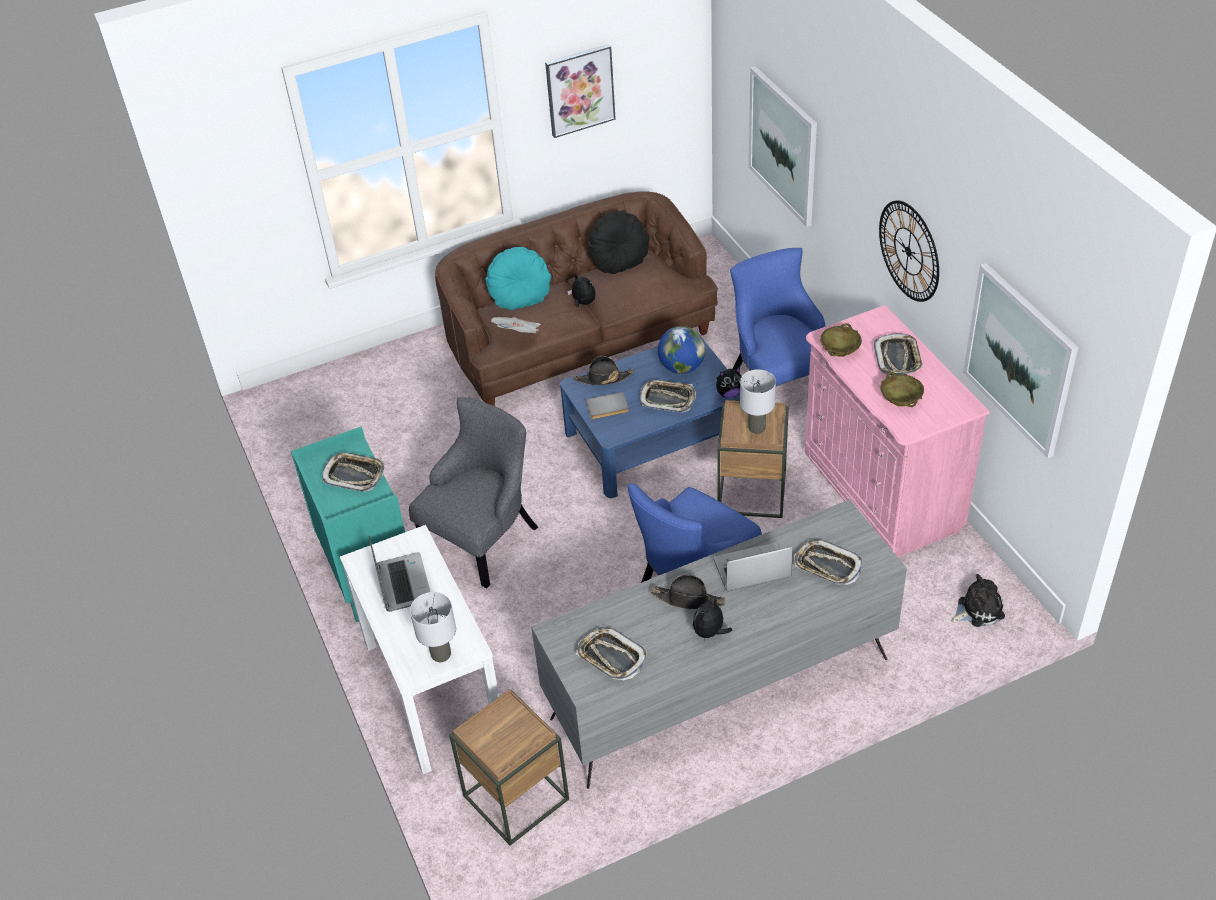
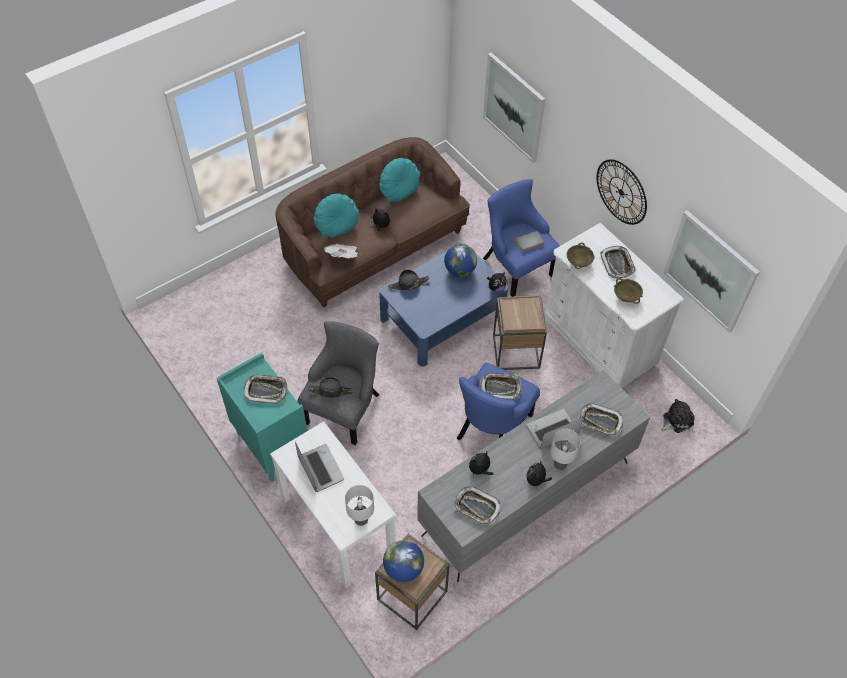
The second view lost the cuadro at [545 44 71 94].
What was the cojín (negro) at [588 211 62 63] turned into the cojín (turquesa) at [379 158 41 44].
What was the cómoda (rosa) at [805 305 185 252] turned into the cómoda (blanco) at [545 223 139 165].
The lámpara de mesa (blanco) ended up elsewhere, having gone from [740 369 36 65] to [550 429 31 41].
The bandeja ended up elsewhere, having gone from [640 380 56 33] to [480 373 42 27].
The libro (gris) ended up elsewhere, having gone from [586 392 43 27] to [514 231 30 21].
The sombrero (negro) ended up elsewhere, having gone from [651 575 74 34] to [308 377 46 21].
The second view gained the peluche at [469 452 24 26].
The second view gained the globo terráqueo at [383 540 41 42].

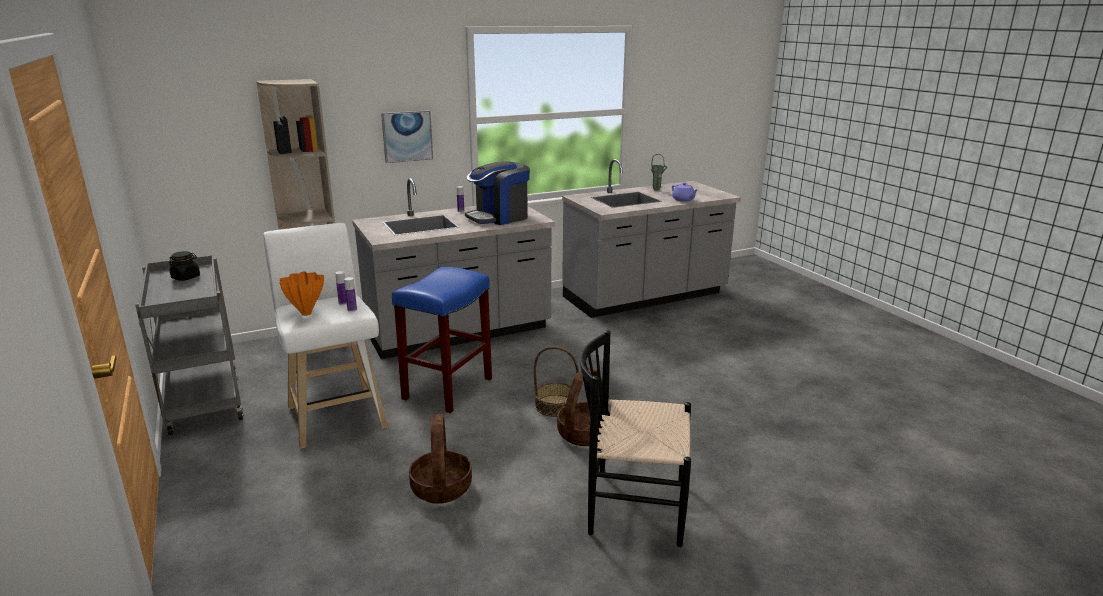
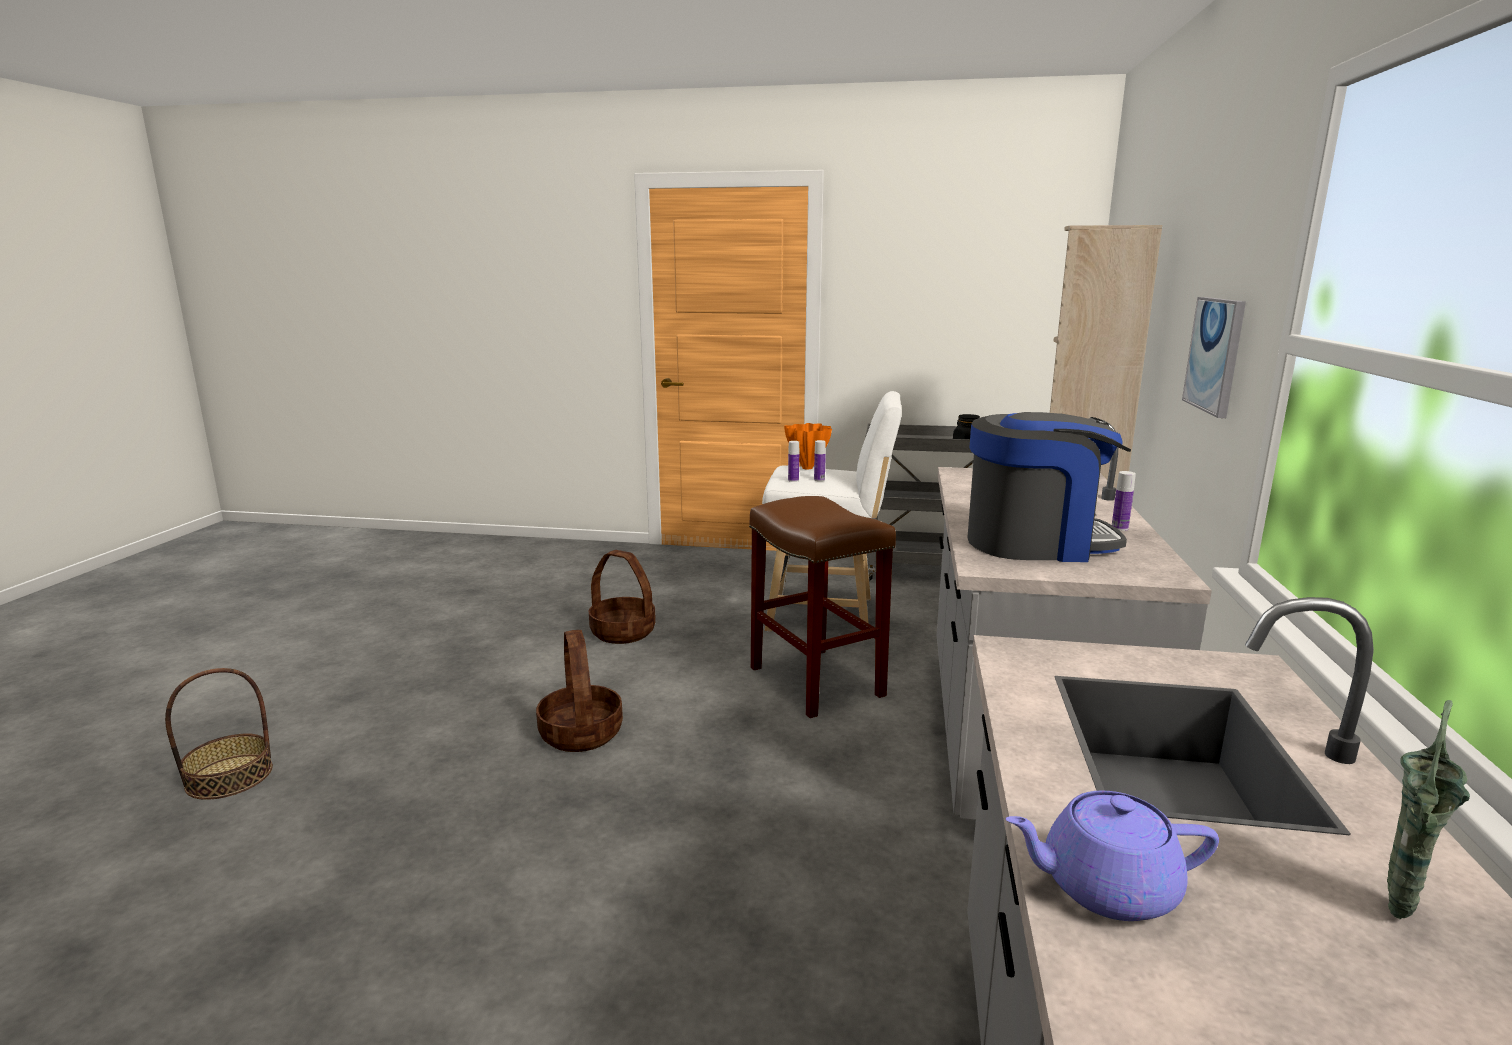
The cafetera at [465 161 65 64] ended up facing another way, 90 degrees clockwise from before.
What was the taburete (azul) at [392 267 100 146] turned into the taburete (marrón) at [749 496 147 222].
The second view lost the silla (negro) at [580 330 111 217].
The cesta ended up elsewhere, having gone from [534 347 45 70] to [165 668 108 132].

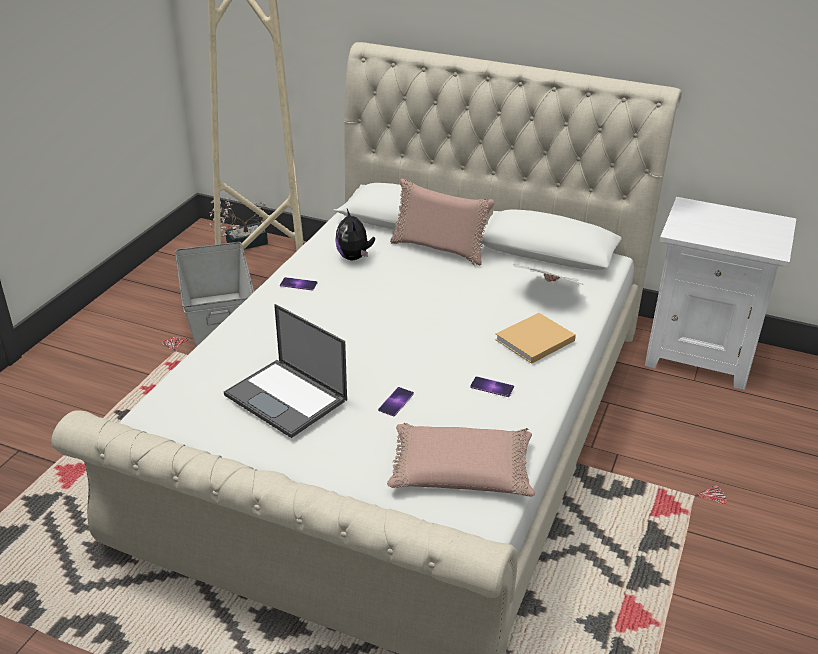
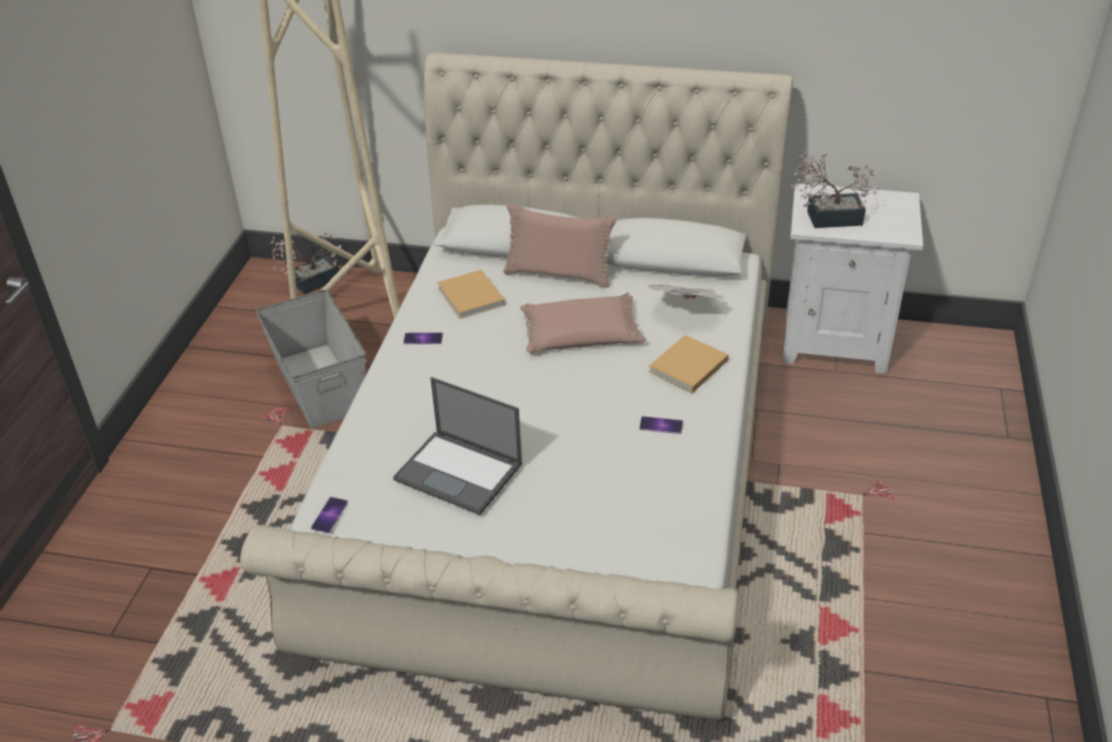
Where the peluche stood at [335 209 40 51], the libro (beis) came to stand at [437 270 68 49].
The móvil ended up elsewhere, having gone from [378 387 36 29] to [311 497 37 36].
The cojín (beis) ended up elsewhere, having gone from [387 423 148 74] to [520 292 126 61].
The second view gained the planta en maceta at [791 151 89 77].

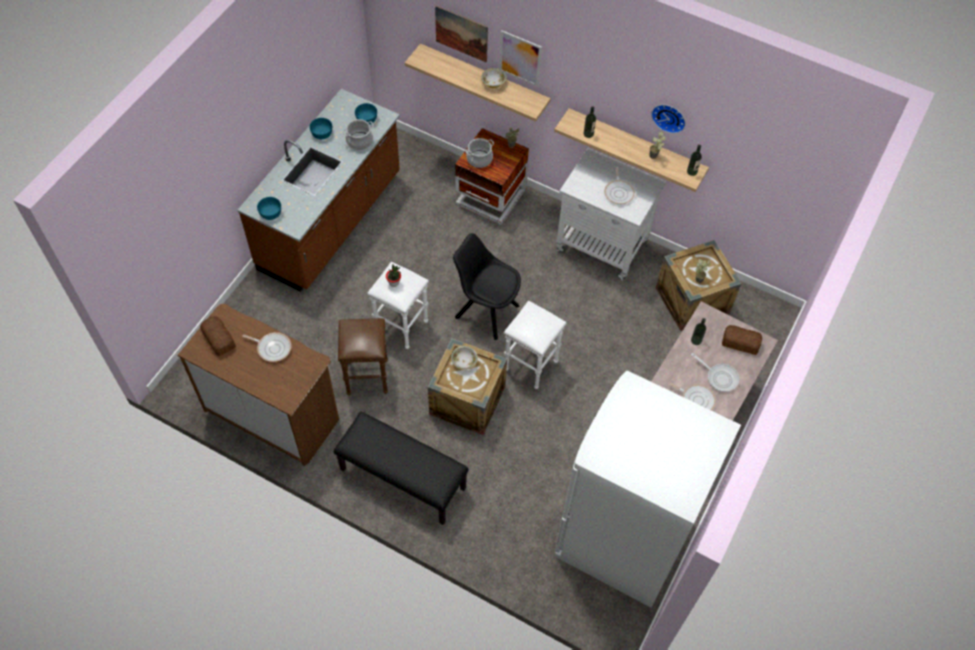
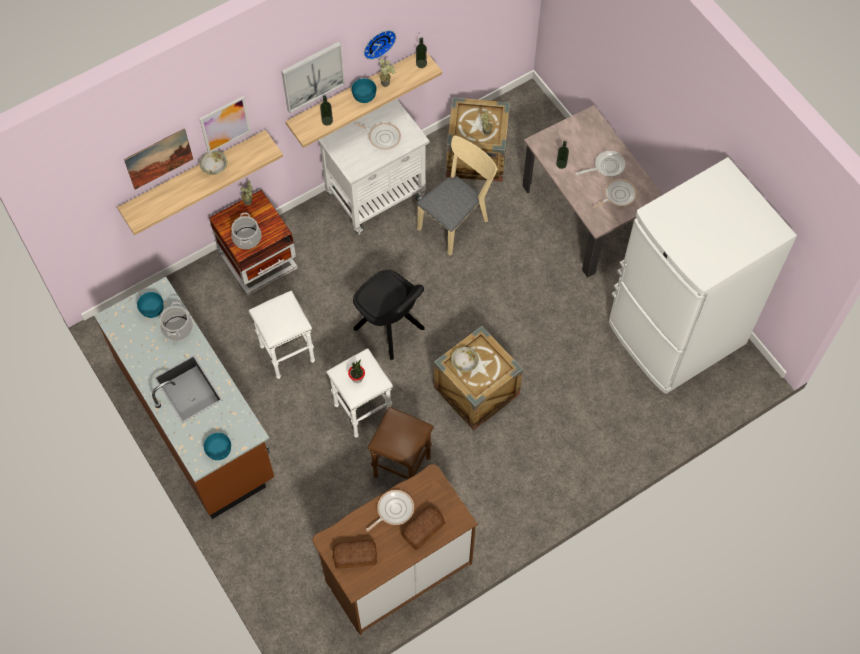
The cuenco (turquesa) ended up elsewhere, having gone from [310 118 22 21] to [351 78 26 25].
The silla (negro) at [453 233 68 107] ended up facing another way, 105 degrees counterclockwise from before.
The taburete (blanco) ended up elsewhere, having gone from [504 301 63 88] to [249 291 66 88].
The pan ended up elsewhere, having gone from [722 325 40 30] to [402 506 43 44].
The second view lost the banco (negro) at [334 411 134 114].
The second view gained the cuadro at [281 41 64 72].
The second view gained the silla (beis) at [417 136 81 119].

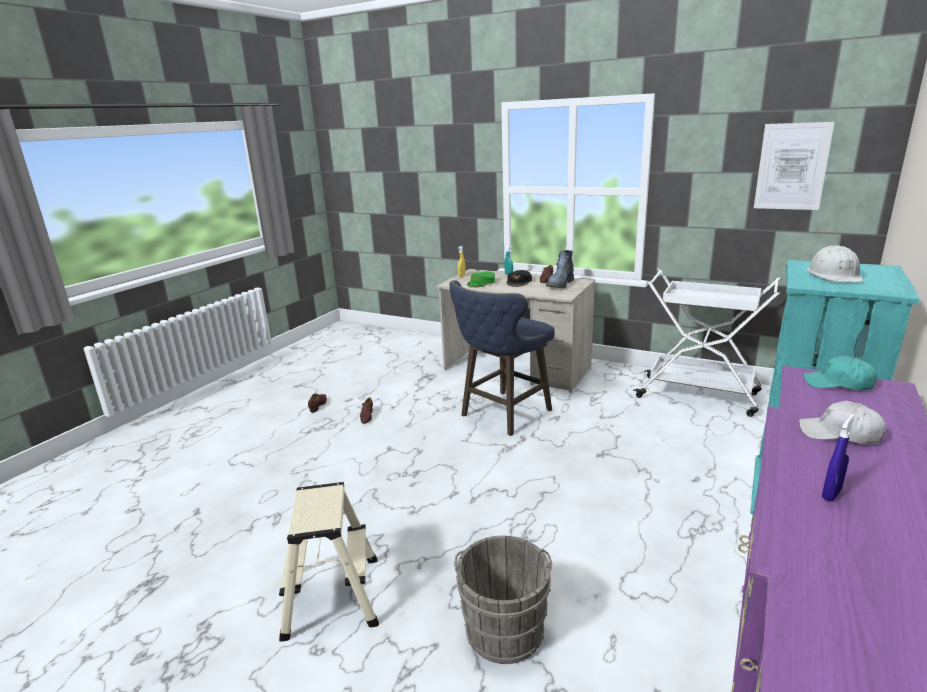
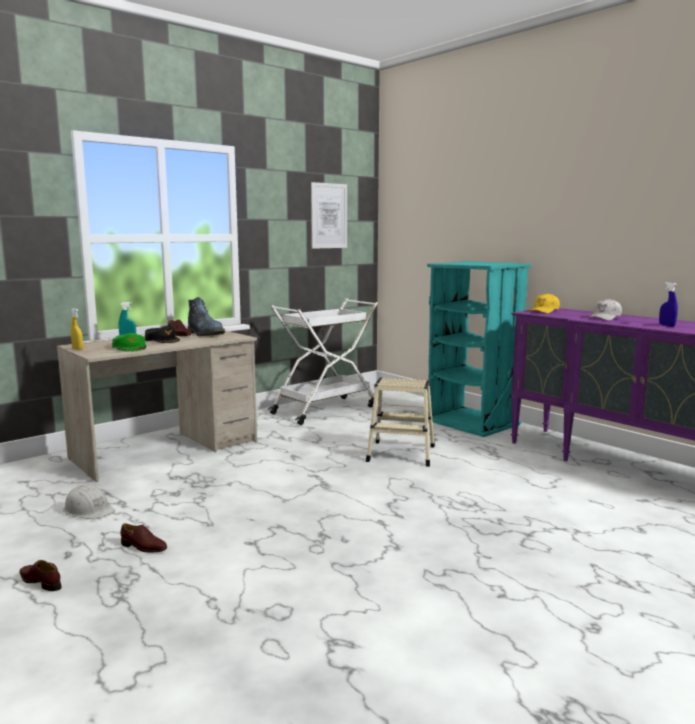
The casco (blanco) ended up elsewhere, having gone from [807 245 56 37] to [63 485 52 34].
The second view lost the taburete (azul) at [449 280 106 156].
What was the gorra (turquesa) at [803 355 74 35] turned into the gorra (amarillo) at [529 293 31 20].
The escalera de tijera (beis) ended up elsewhere, having gone from [279 482 100 160] to [366 378 69 89].
The second view lost the cubo (gris) at [454 536 98 128].

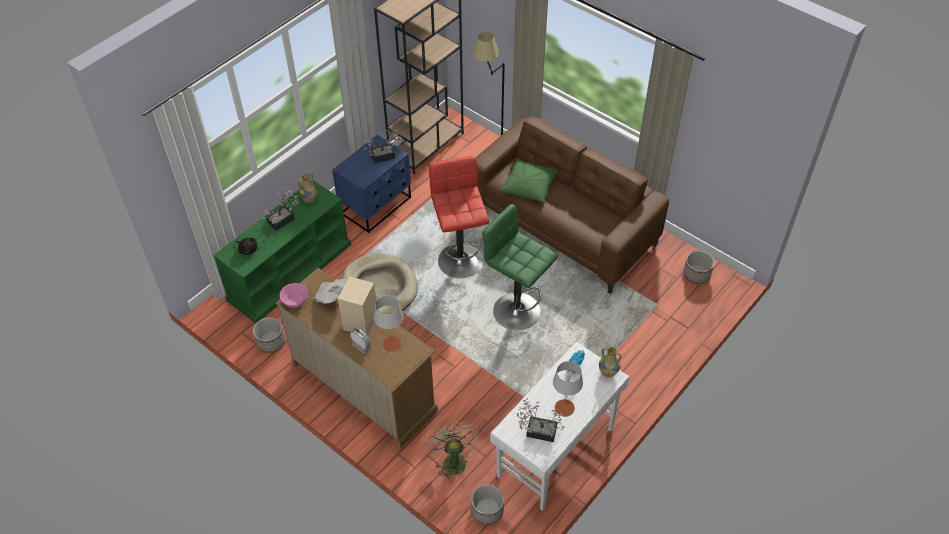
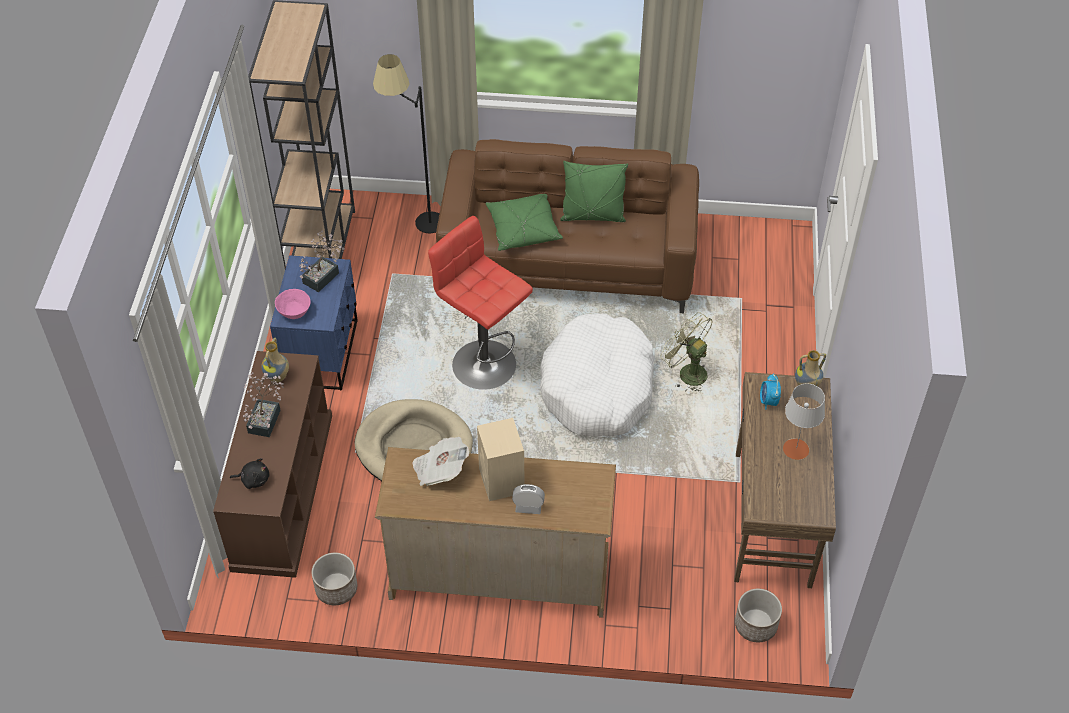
What was the mueble de televisión (verde) at [213 180 138 143] turned into the mueble de televisión (marrón) at [213 351 119 227].
Where the taburete (verde) stood at [482 204 76 126], the cama para perro (blanco) came to stand at [540 314 114 123].
The second view lost the maceta at [683 251 31 33].
The cuenco (rosa) ended up elsewhere, having gone from [280 283 28 25] to [275 289 36 30].
The second view lost the lámpara de mesa (gris) at [374 296 29 56].
What was the mesa consola (blanco) at [490 342 140 169] turned into the mesa consola (marrón) at [734 372 102 216].
The second view lost the planta en maceta at [517 398 48 44].
The ventilador (verde) ended up elsewhere, having gone from [427 422 52 60] to [661 312 52 79].
The second view gained the cojín (verde) at [560 161 68 61].

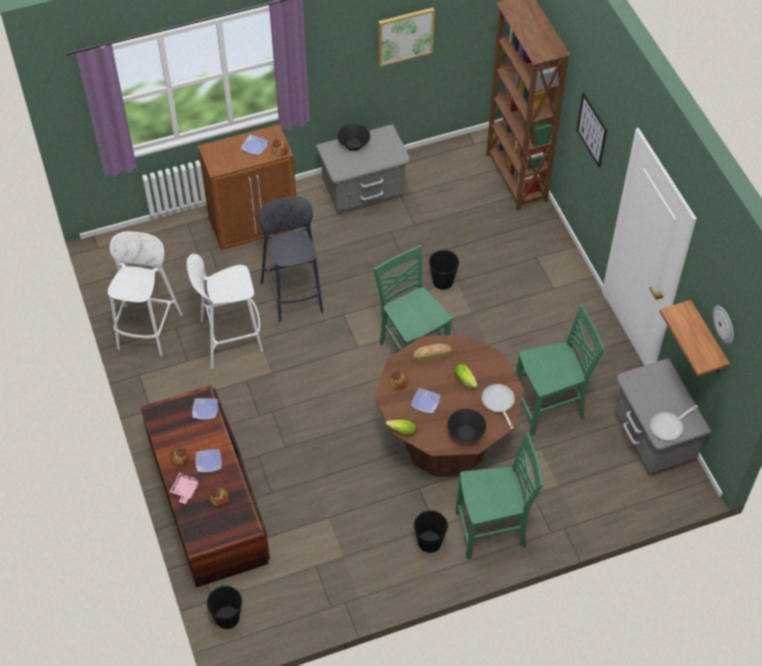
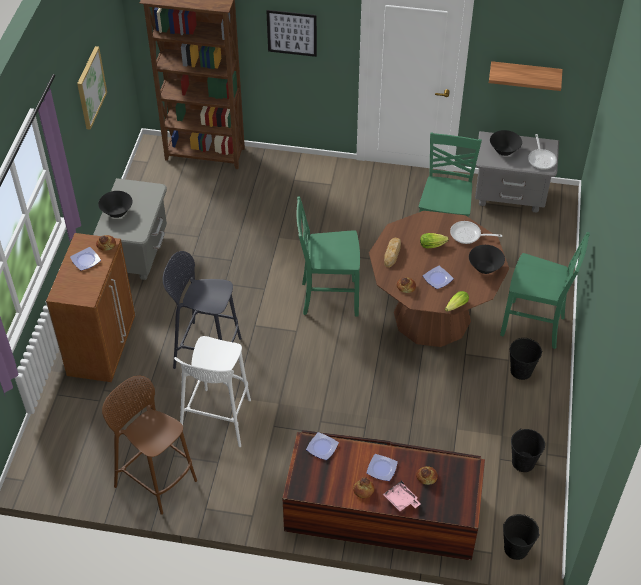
What was the taburete (blanco) at [108 231 75 125] turned into the taburete (marrón) at [102 376 95 139].
The cubo (negro) ended up elsewhere, having gone from [429 250 30 40] to [511 428 34 44].
The second view lost the reloj de pared at [713 305 21 39].
The silla (verde) at [456 432 87 127] ended up facing another way, 90 degrees clockwise from before.
The second view gained the cuenco (negro) at [490 130 32 26].

